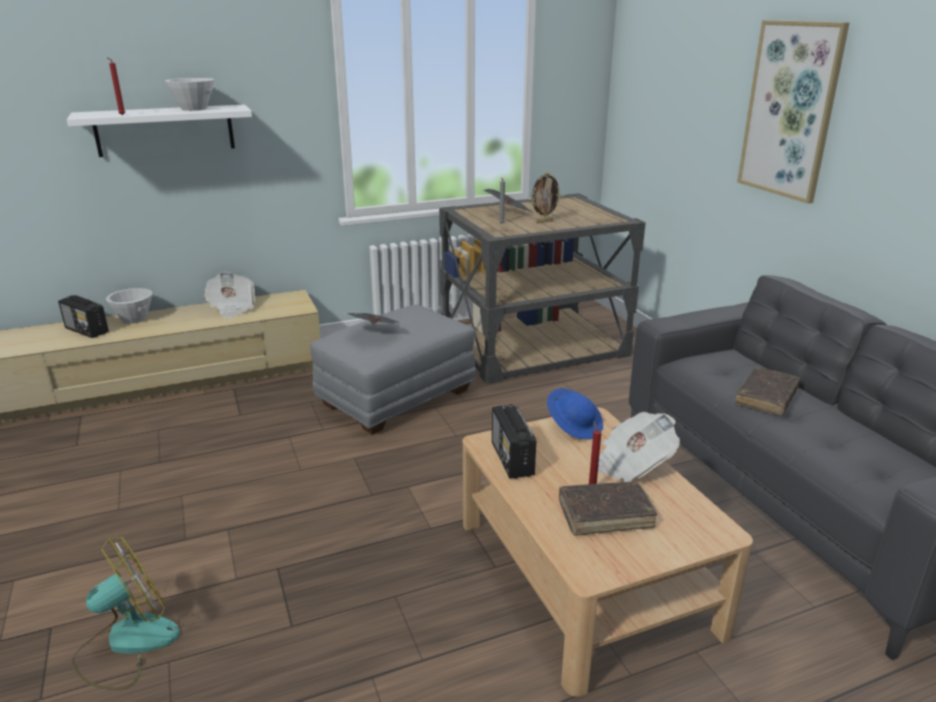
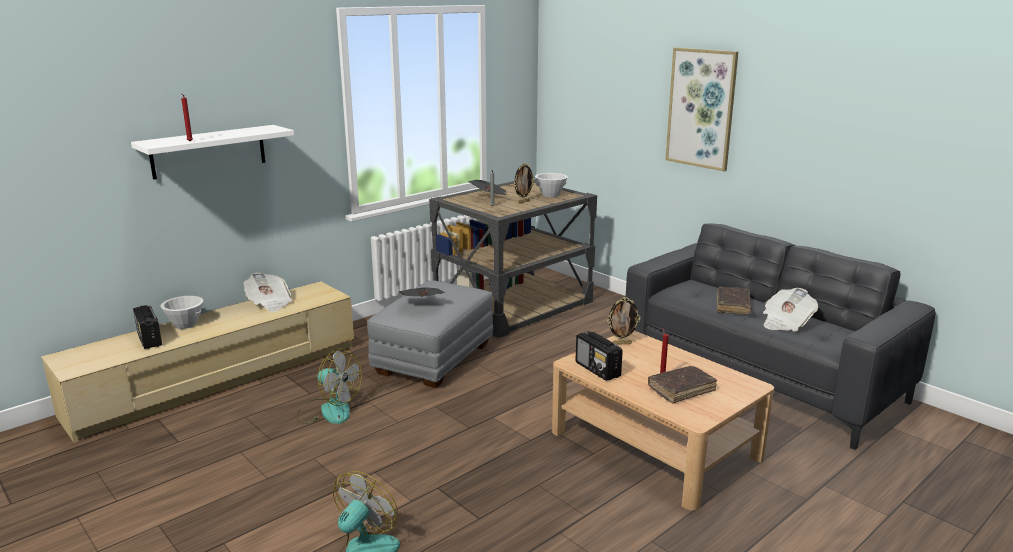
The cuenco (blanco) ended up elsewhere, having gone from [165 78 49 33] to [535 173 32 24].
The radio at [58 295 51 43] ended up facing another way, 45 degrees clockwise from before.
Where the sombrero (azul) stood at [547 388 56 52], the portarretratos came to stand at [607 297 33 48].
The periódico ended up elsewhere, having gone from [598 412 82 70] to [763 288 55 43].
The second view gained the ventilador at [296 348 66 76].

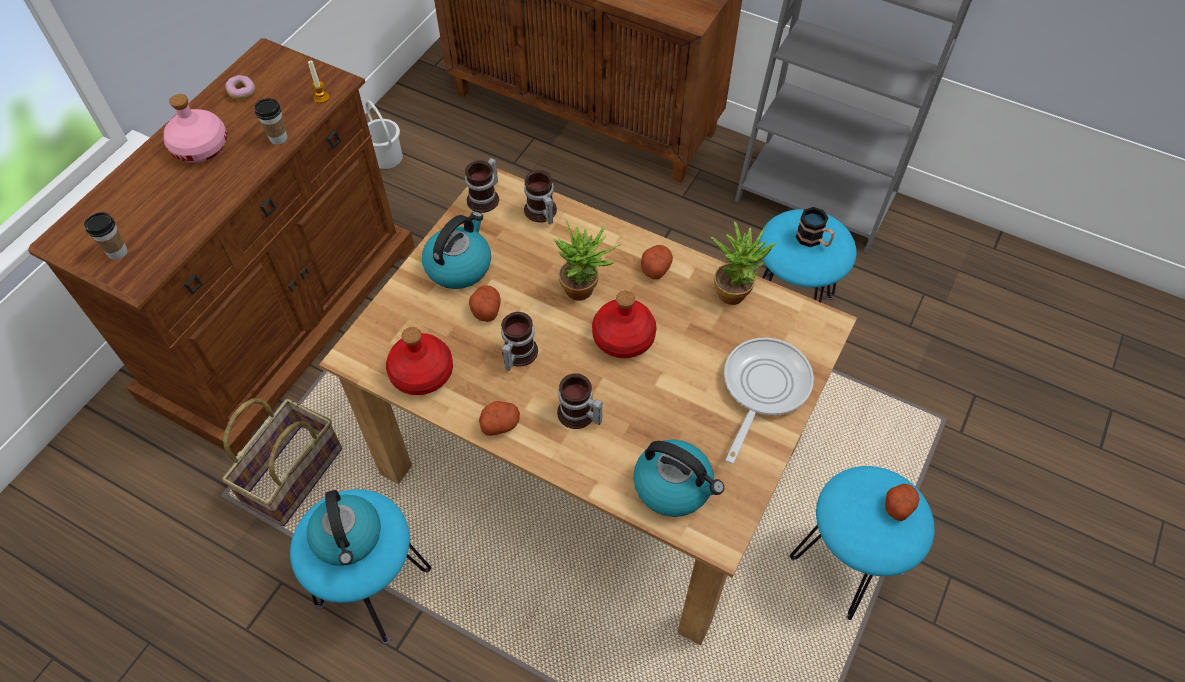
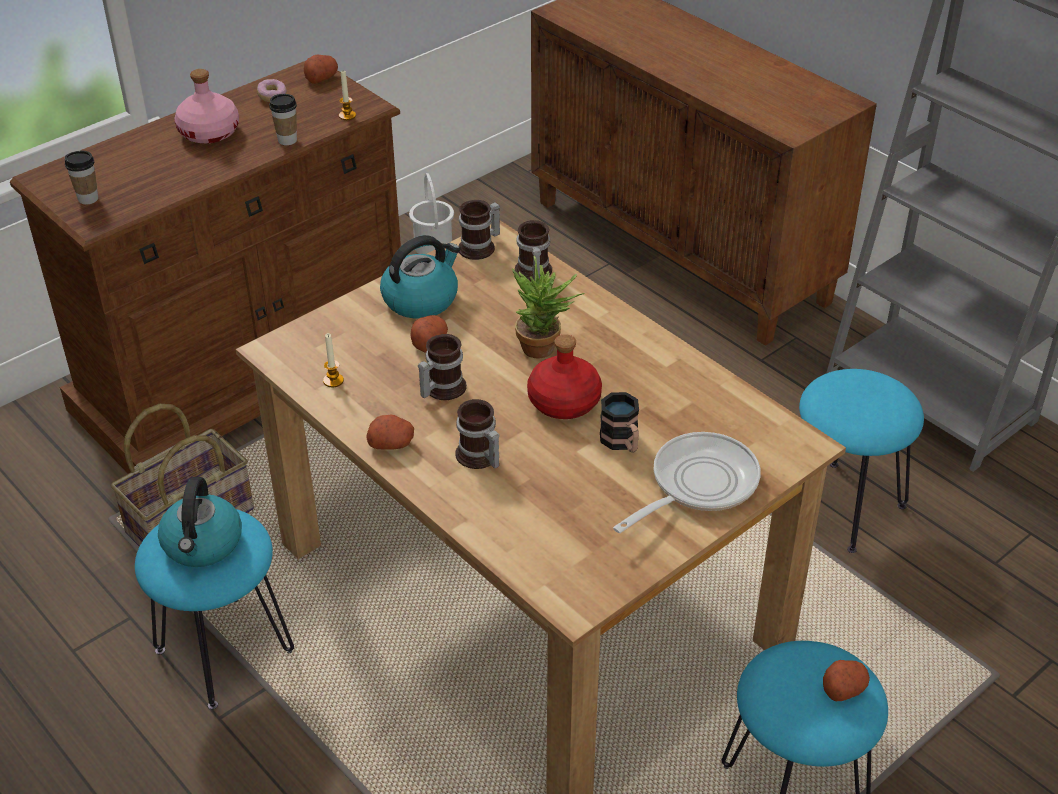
The taza grande ended up elsewhere, having gone from [795 207 39 40] to [600 392 39 61].
The second view lost the planta en maceta at [711 221 66 84].
The patata ended up elsewhere, having gone from [641 245 32 35] to [304 55 34 29].
Where the botella (rojo) stood at [386 327 67 68], the vela came to stand at [323 333 21 54].
The second view lost the hervidor at [633 440 91 77].

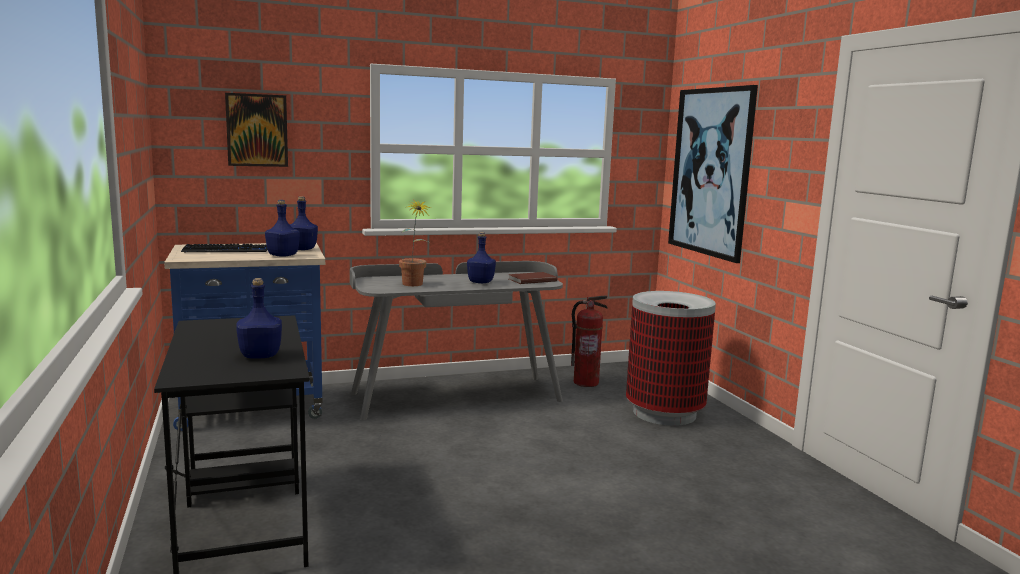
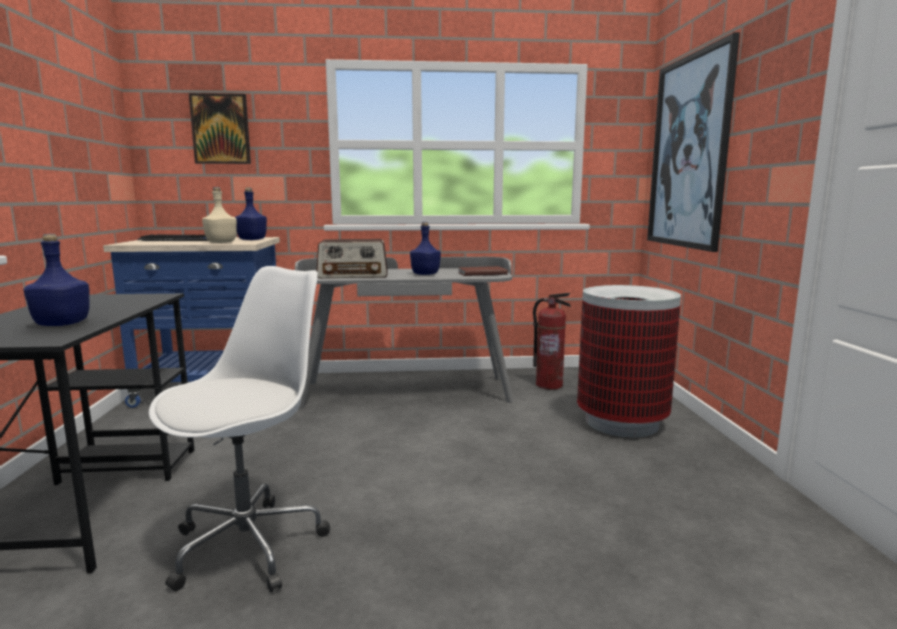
Where the planta en maceta stood at [399 199 33 87], the radio came to stand at [316 239 72 40].
What was the botella (azul) at [265 200 35 57] turned into the botella (beis) at [202 187 35 56].
The second view gained the silla de oficina (blanco) at [149 266 181 326].

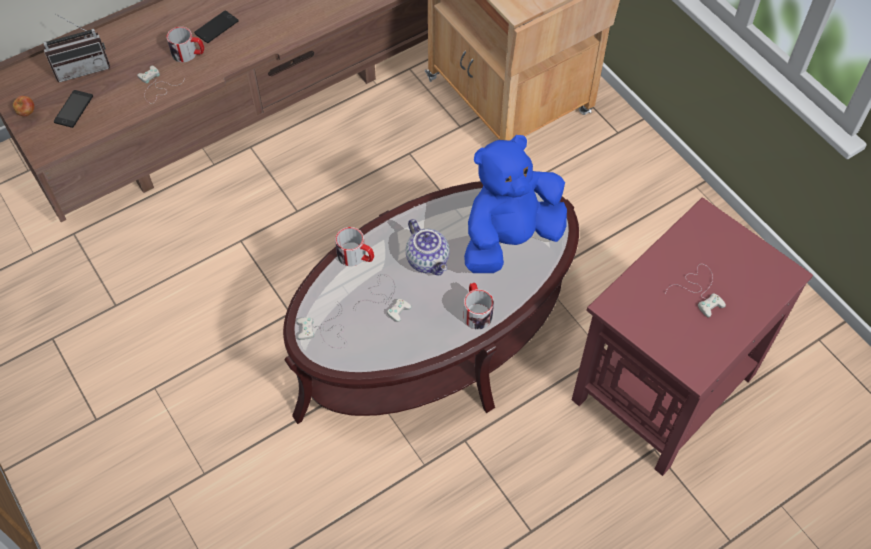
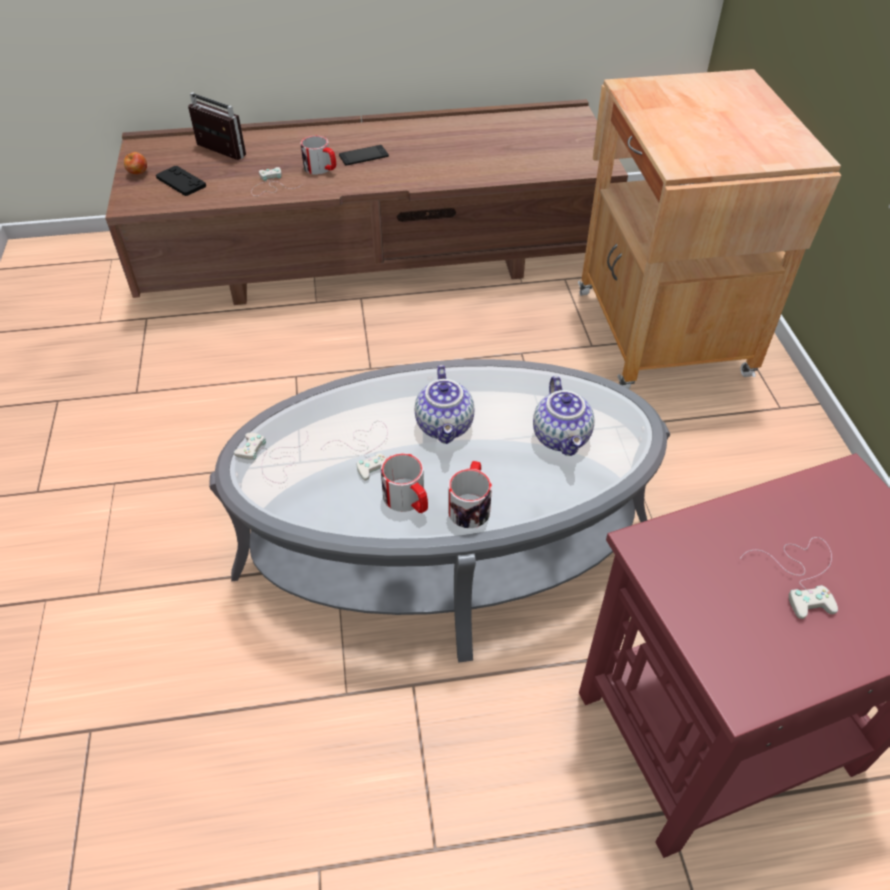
The radio at [43 13 67 69] ended up facing another way, 150 degrees counterclockwise from before.
Where the móvil stood at [54 90 39 38], the mando de consola (negro) came to stand at [156 166 50 30].
Where the peluche (azul) stood at [464 135 103 138], the tetera came to stand at [533 376 61 80].
What was the mesa de centro (marrón) at [283 181 296 243] turned into the mesa de centro (gris) at [209 359 461 303].
The taza grande ended up elsewhere, having gone from [335 227 39 39] to [381 453 47 60].

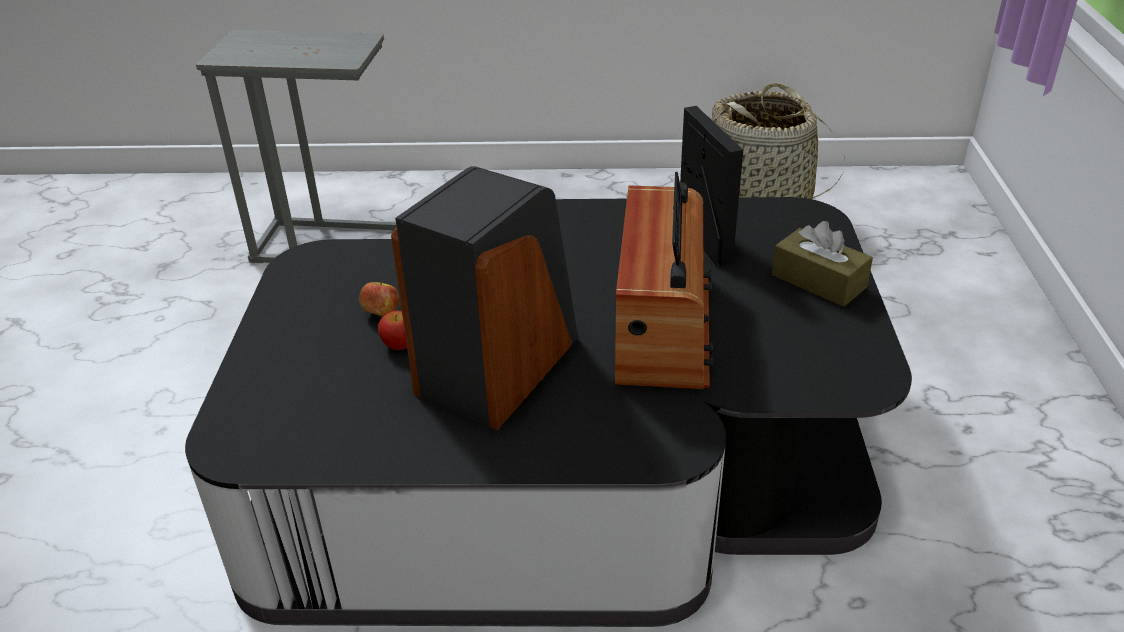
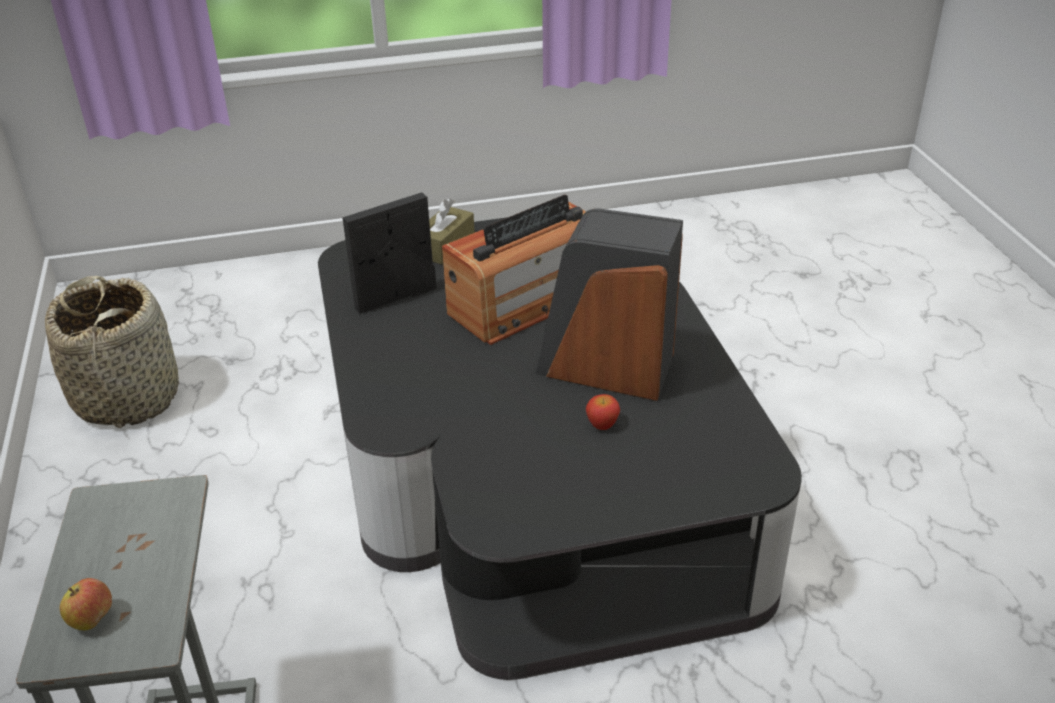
The radio at [615 172 98 217] ended up facing another way, 150 degrees clockwise from before.
The manzana ended up elsewhere, having gone from [359 280 40 36] to [60 578 52 53].

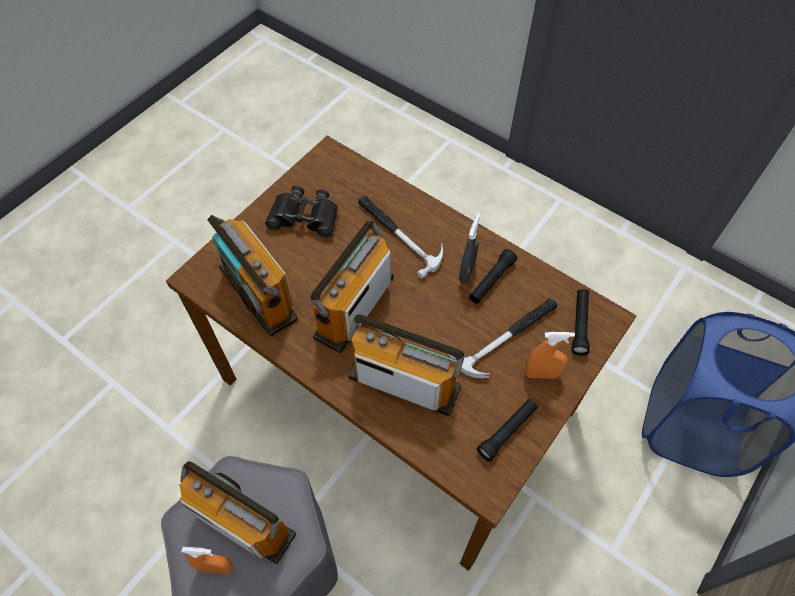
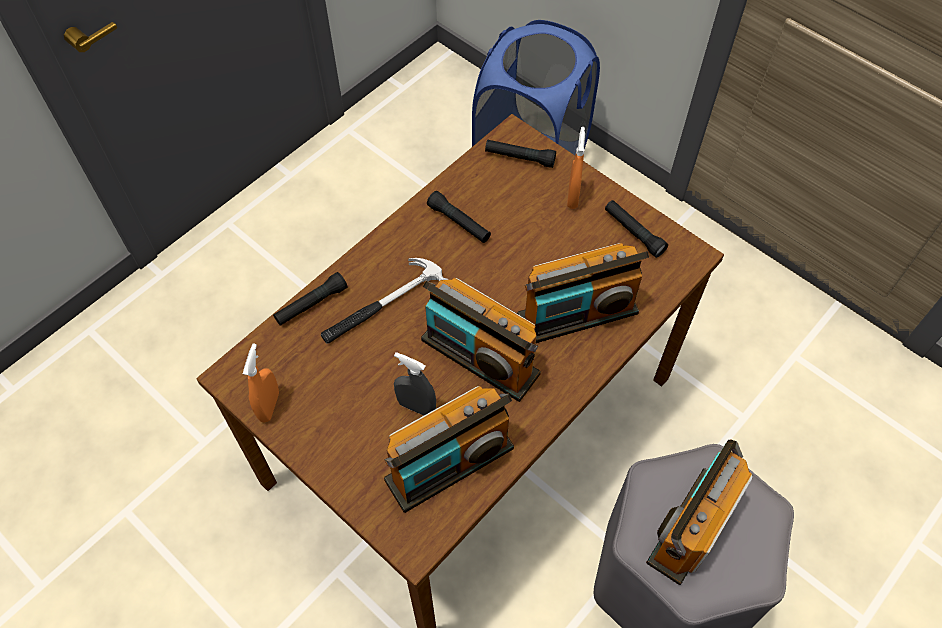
The second view lost the prismáticos (negro) at [265 186 73 52].
The pulverizador (gris) ended up elsewhere, having gone from [459 213 21 70] to [394 352 42 64].
The second view lost the martillo at [448 299 109 80].
The radio at [348 314 116 102] ended up facing another way, 135 degrees counterclockwise from before.
The pulverizador (naranja) ended up elsewhere, having gone from [181 547 52 27] to [243 343 36 79].
The second view gained the linterna (negro) at [273 272 74 54].

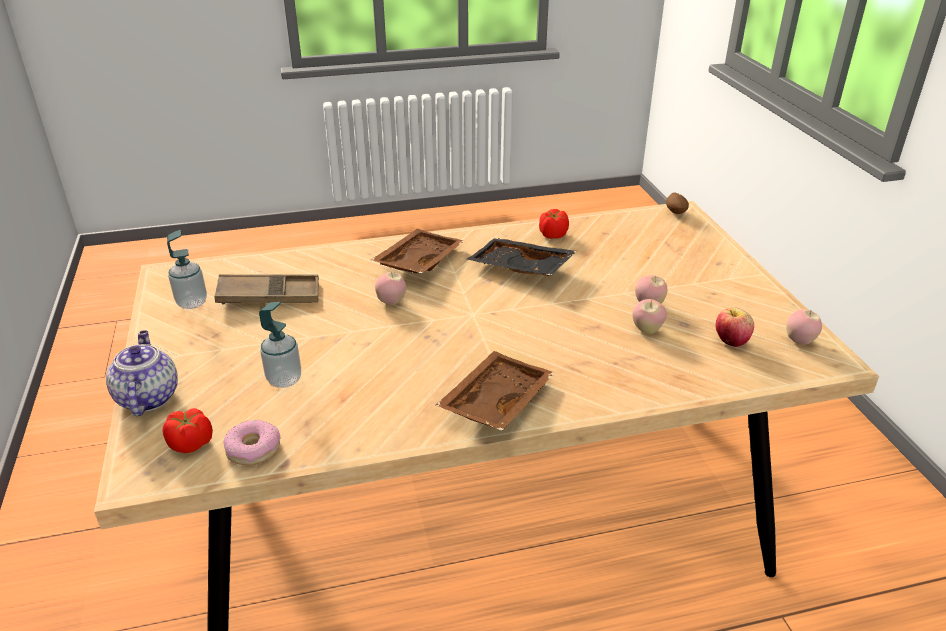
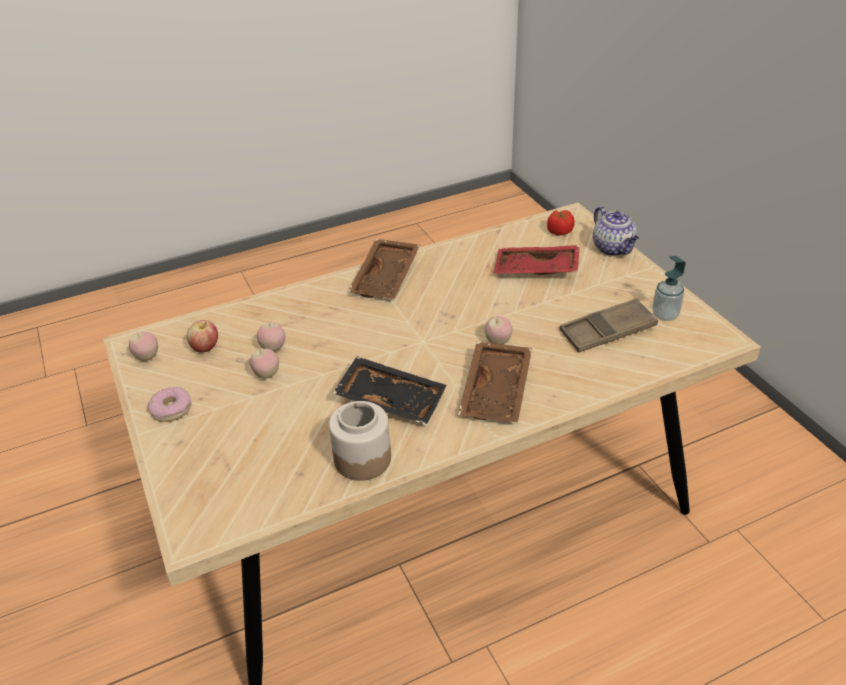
The second view lost the patata at [666 192 23 22].
Where the tomate stood at [539 209 30 30], the tarro came to stand at [329 401 62 80].
Where the dispensador de jabón stood at [259 302 42 86], the bandeja (rojo) came to stand at [493 245 87 30].
The rosquilla ended up elsewhere, having gone from [224 420 56 45] to [148 387 44 35].

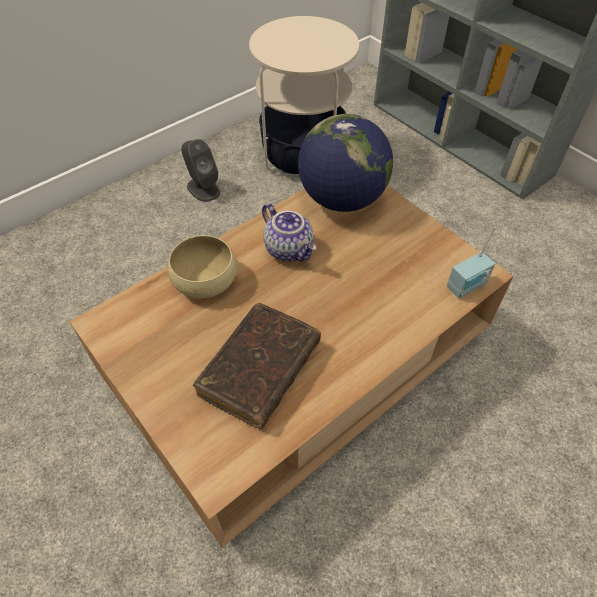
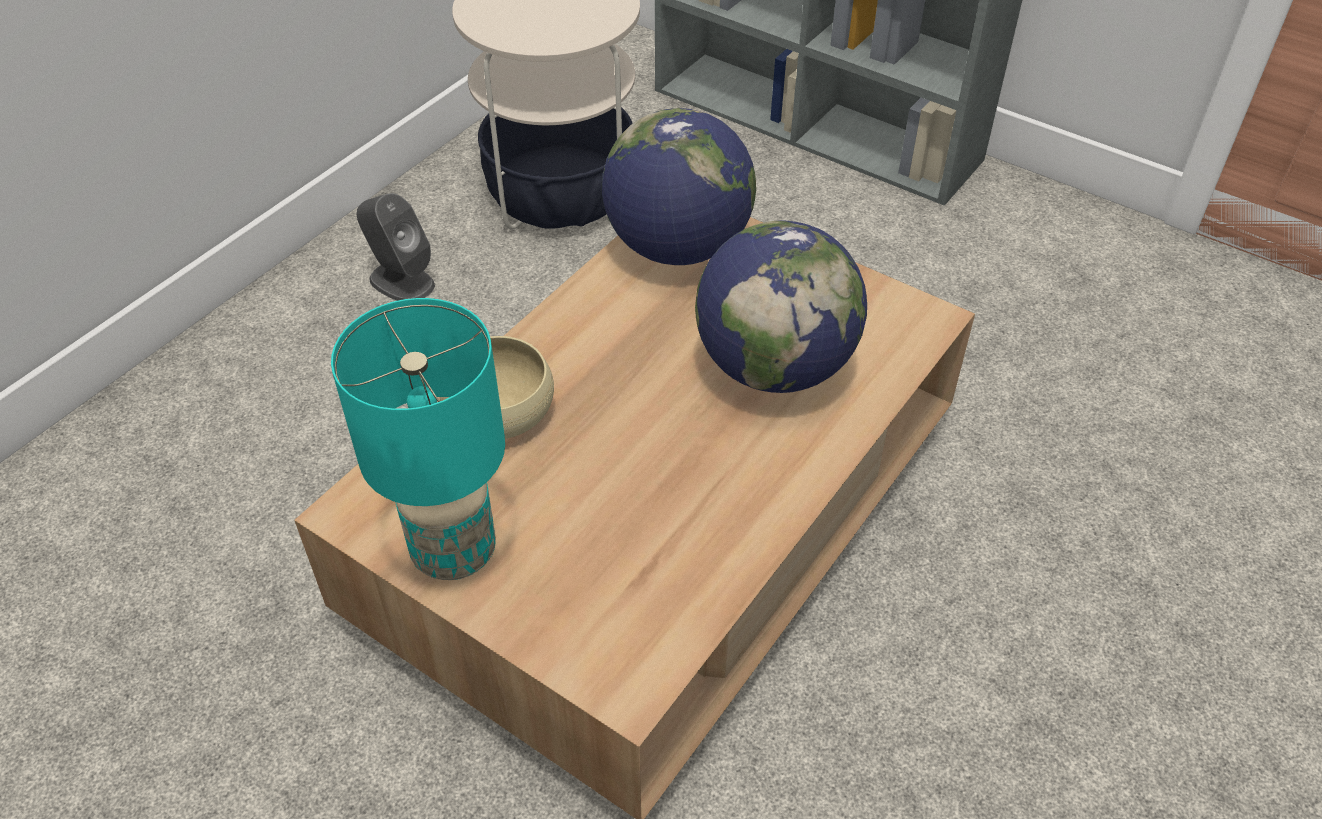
The second view lost the tetera at [262 203 55 58].
The second view lost the radio at [447 227 49 71].
The second view lost the libro (marrón) at [193 303 128 126].
The second view gained the globo terráqueo at [695 220 172 173].
The second view gained the lámpara de mesa (turquesa) at [331 298 174 282].

